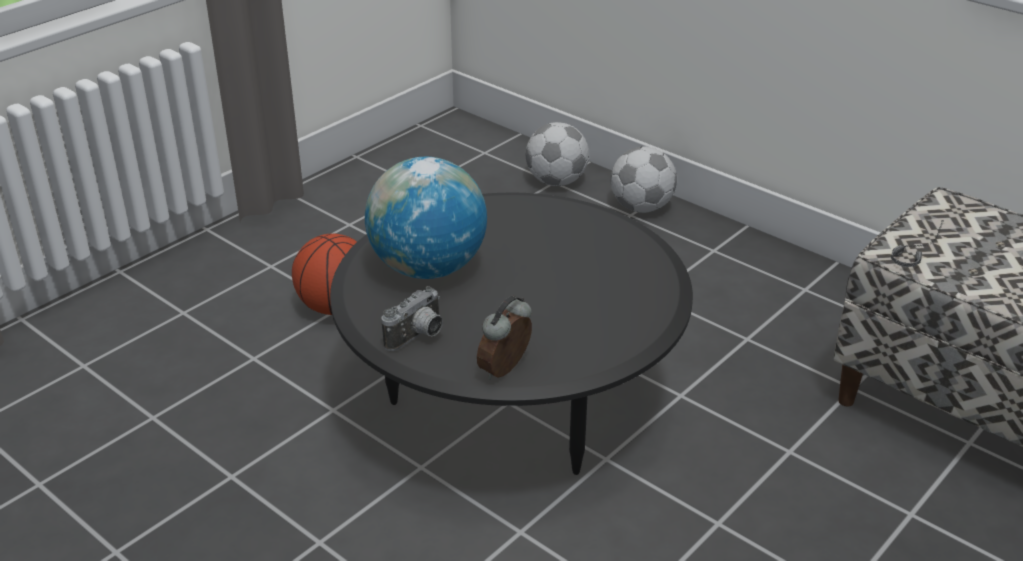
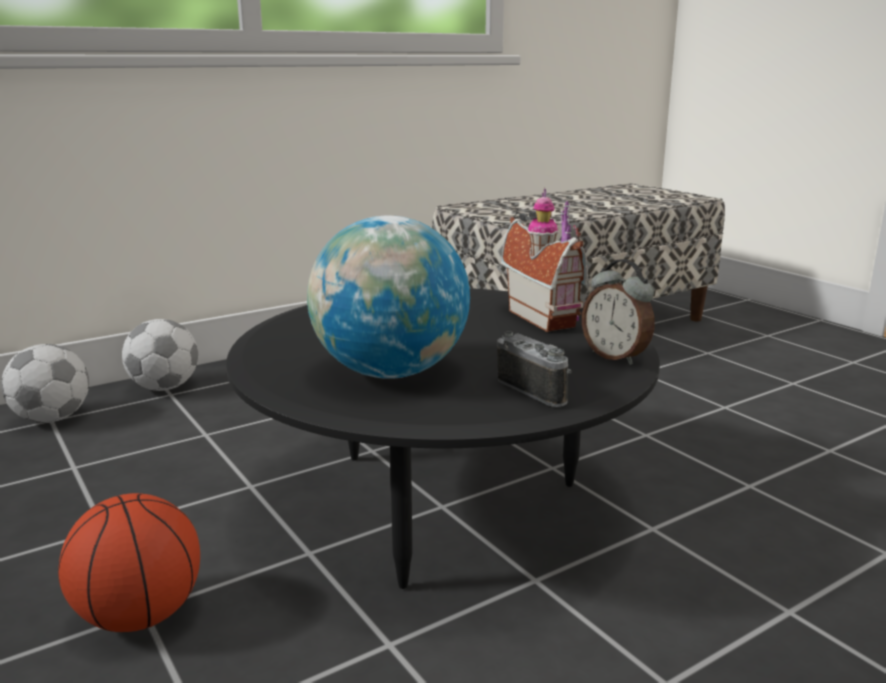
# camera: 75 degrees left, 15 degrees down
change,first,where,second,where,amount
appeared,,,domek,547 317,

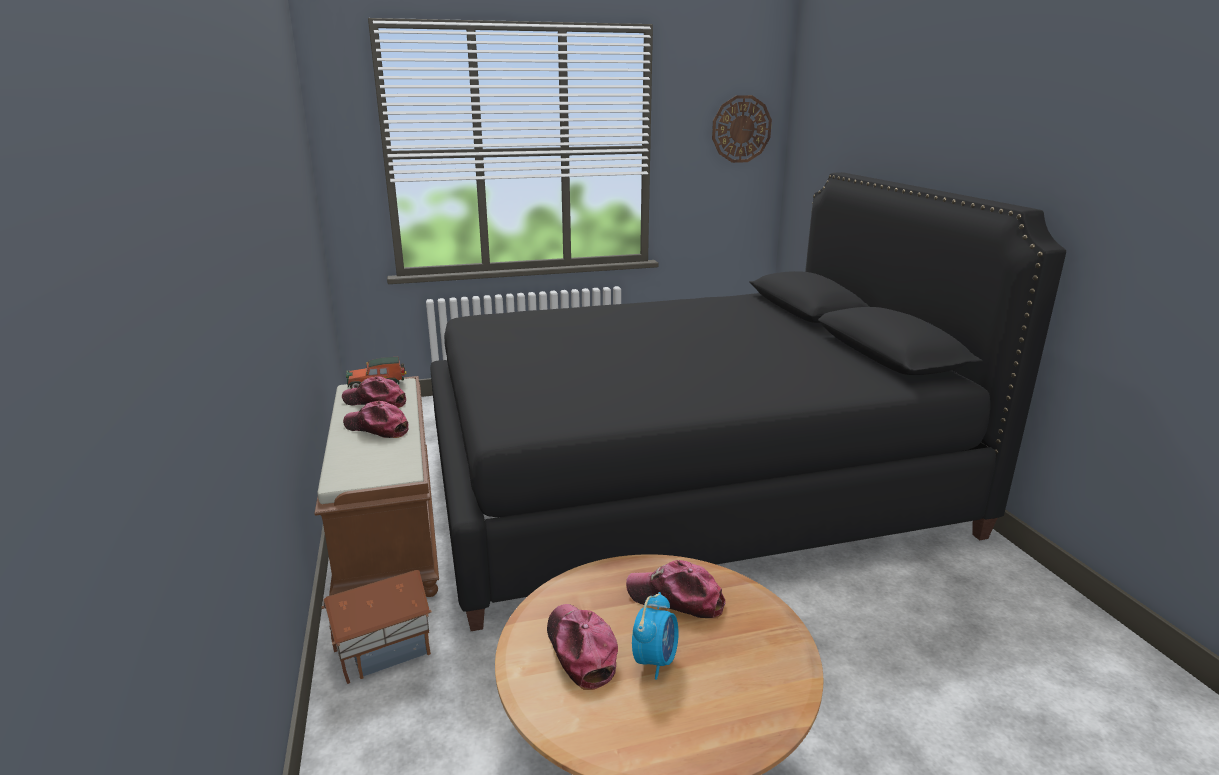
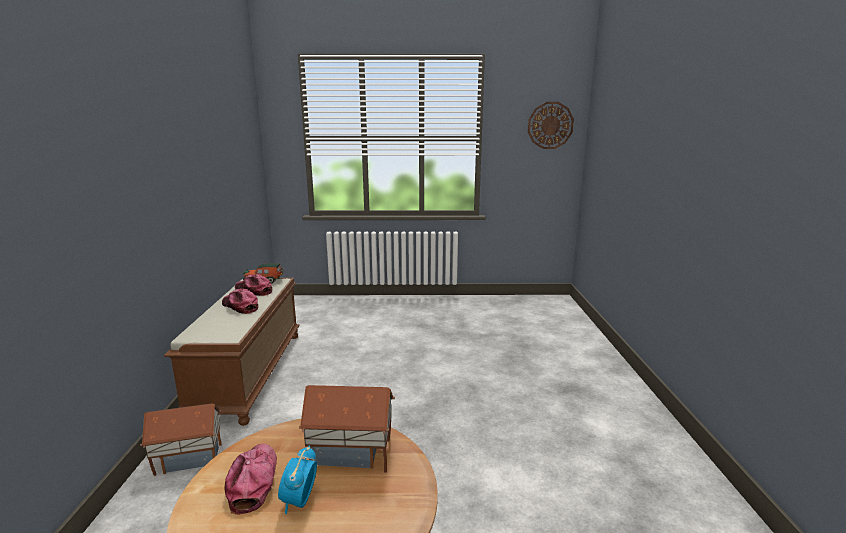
# camera: 15 degrees right, 5 degrees down
change,first,where,second,where,amount
missing,łóżko/czarny,683 483,,,
exchanged,czapka z daszkiem,676 598,domek,351 454,
spun,budzik,655 660,,299 501,150 degrees clockwise

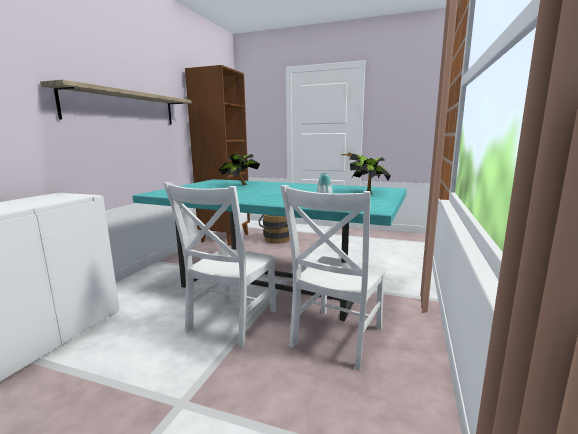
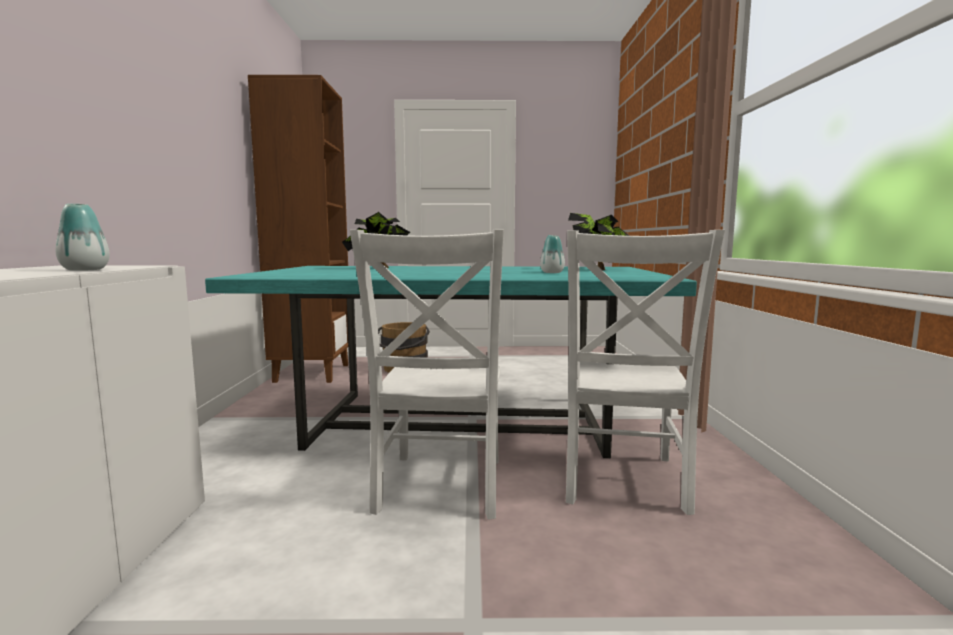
# camera: 20 degrees left, 5 degrees down
change,first,where,second,where,amount
missing,półka,123 108,,,
appeared,,,wazon,85 270,

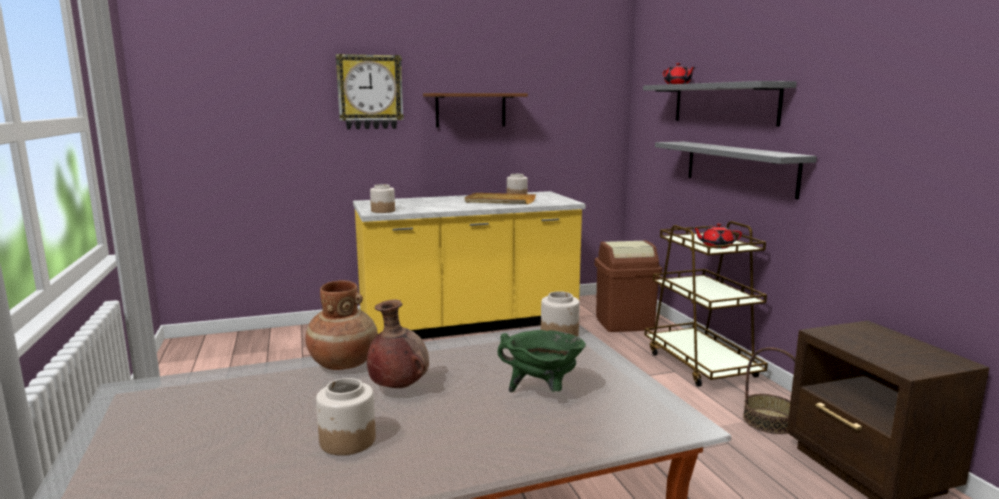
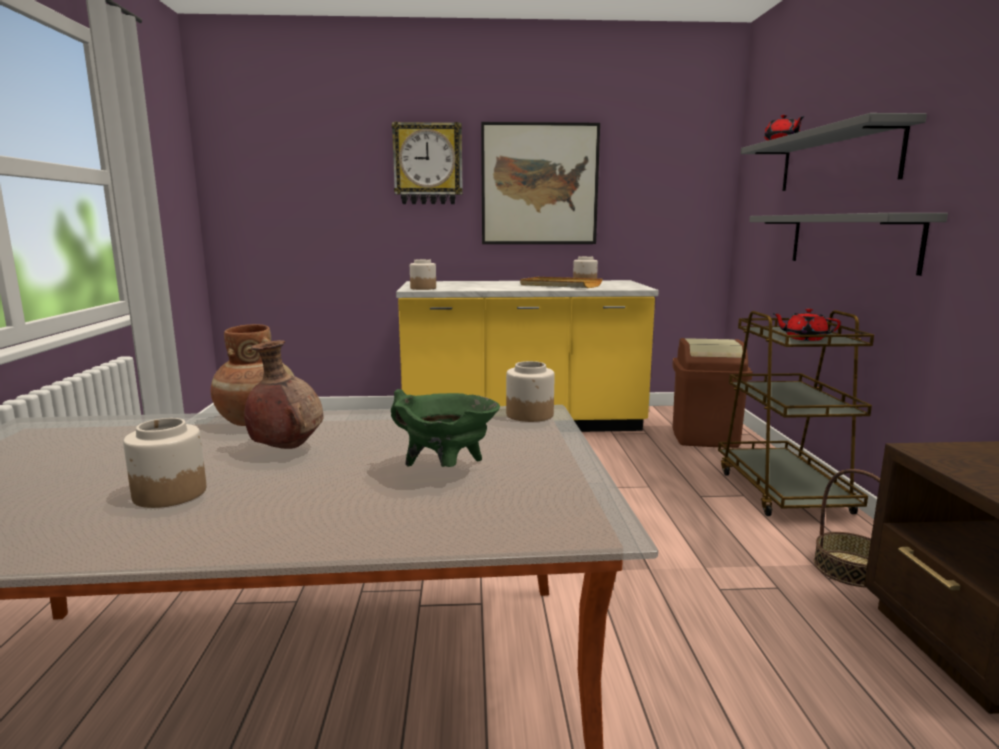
# camera: 15 degrees right, 0 degrees up
change,first,where,second,where,amount
exchanged,półka/brązowy,470 110,obraz,539 184,

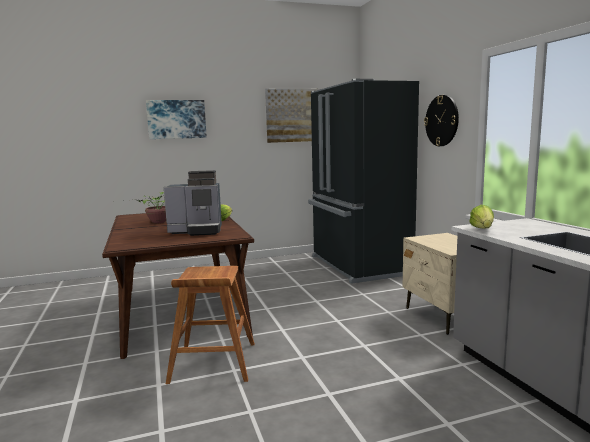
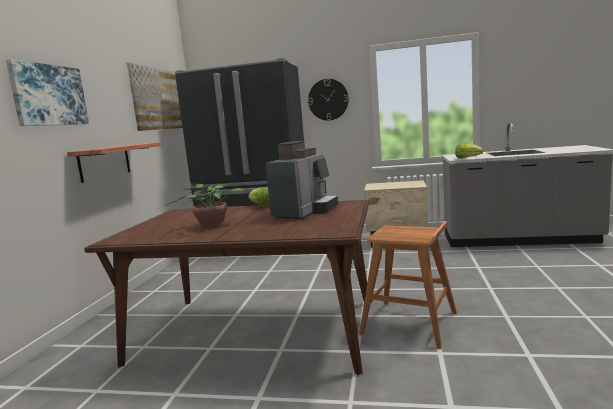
# camera: 60 degrees left, 0 degrees up
change,first,where,second,where,amount
appeared,,,półka,105 162,

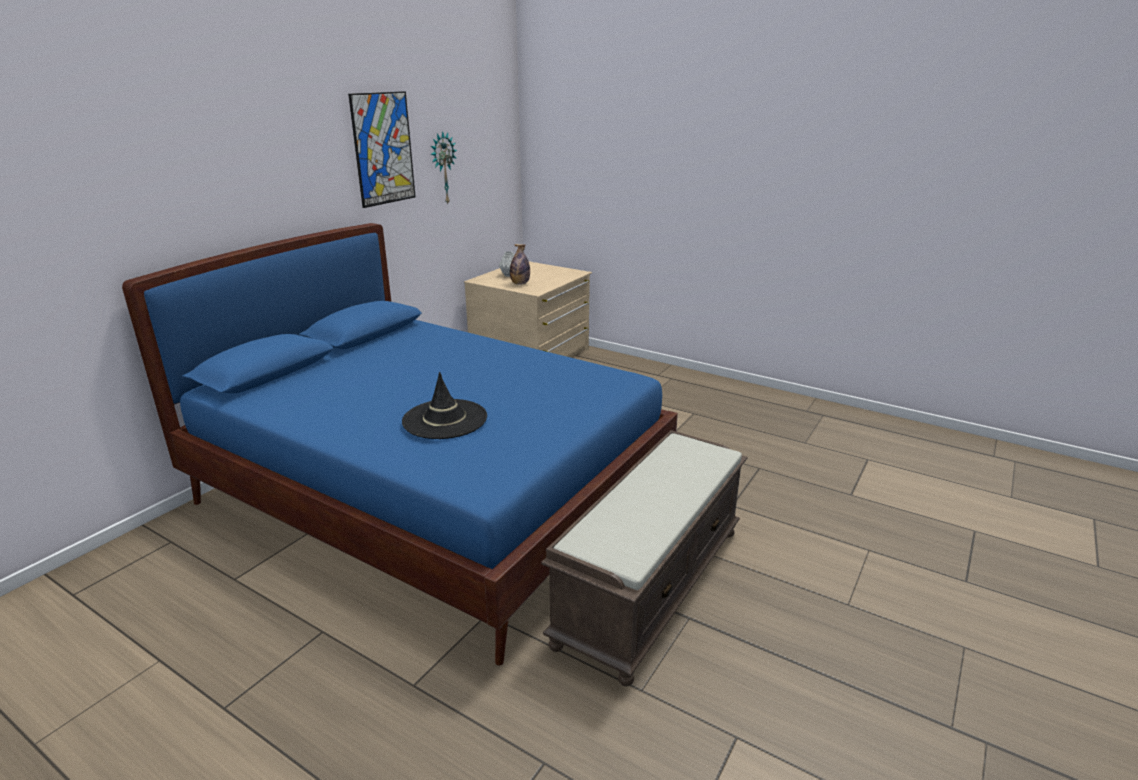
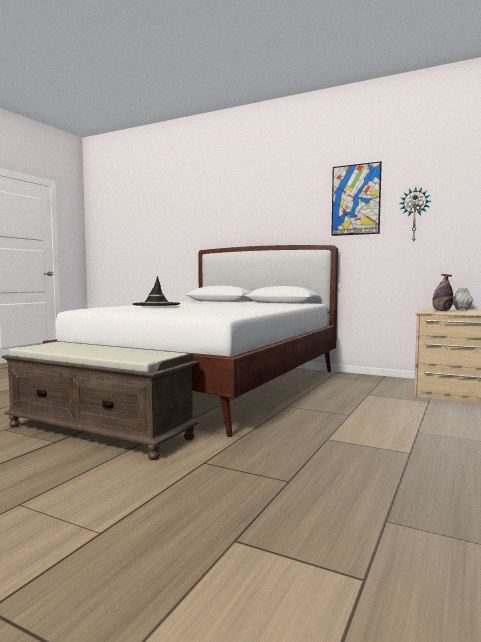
# camera: 85 degrees right, 20 degrees down
change,first,where,second,where,amount
colour,łóżko/niebieski,433 495,łóżko/biały,213 385,

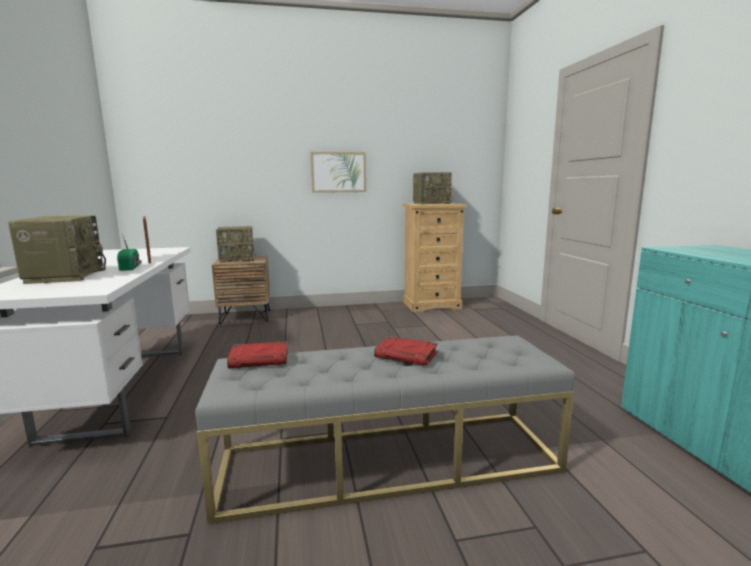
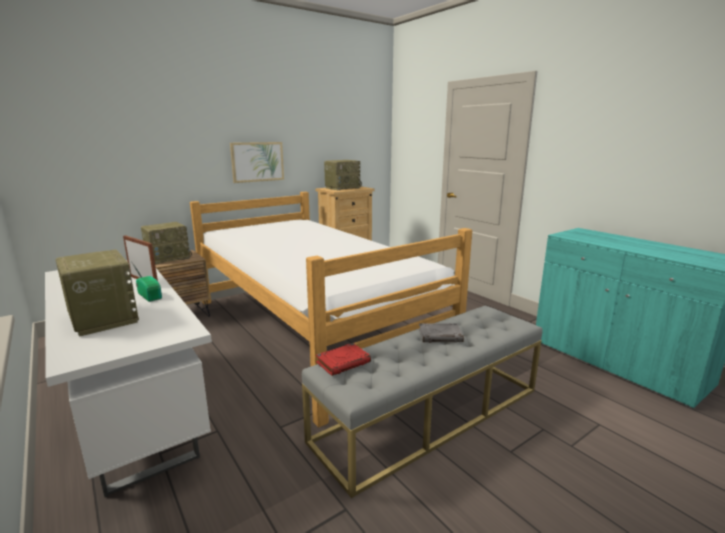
# camera: 25 degrees left, 5 degrees up
change,first,where,second,where,amount
colour,książka/czerwony,407 355,książka/szary,440 336,
appeared,,,łóżko,312 328,

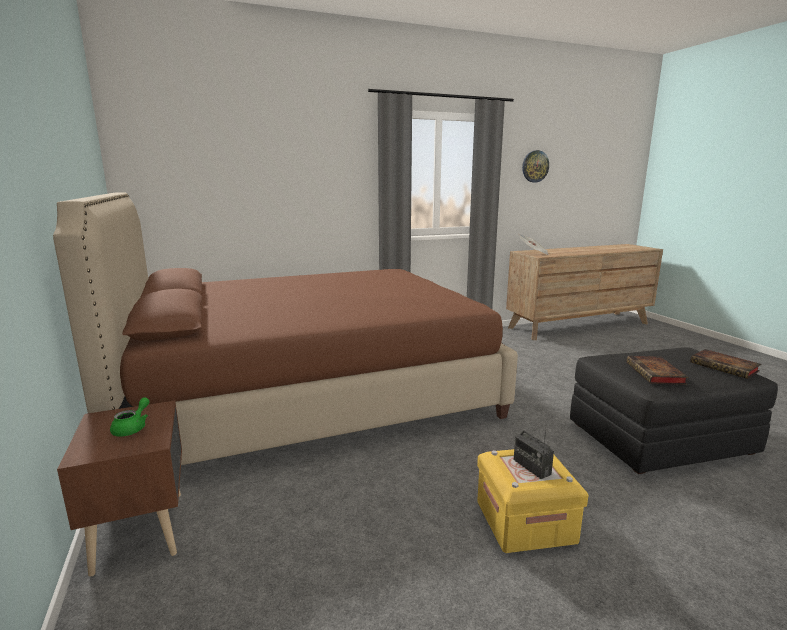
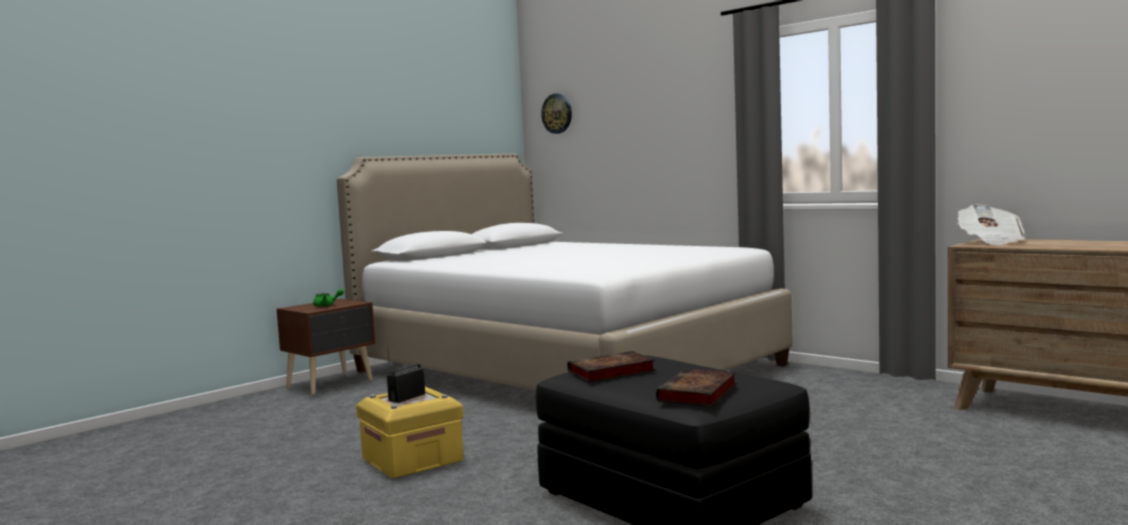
# camera: 65 degrees right, 10 degrees down
change,first,where,second,where,amount
colour,łóżko/brązowy,309 395,łóżko/biały,563 368,
relocated,zegar ścienny,535 166,,557 113,

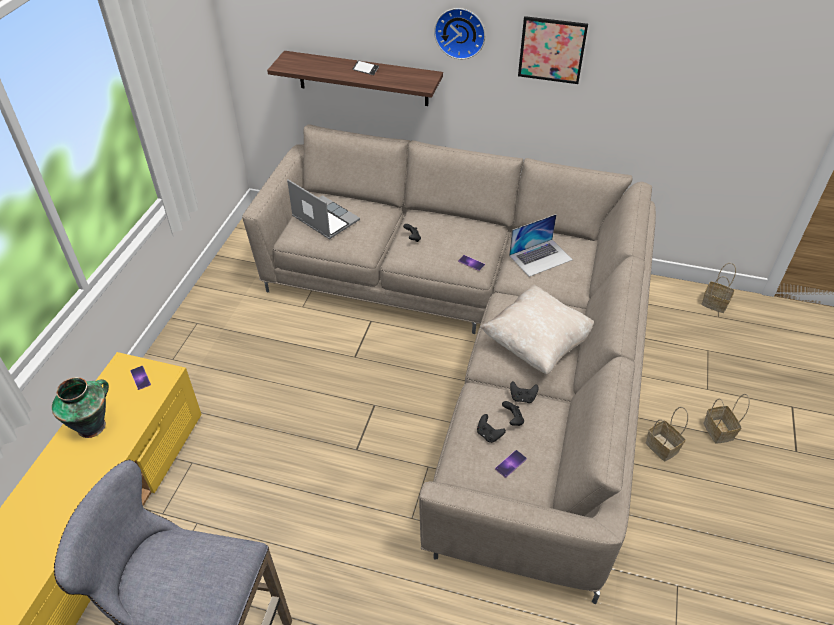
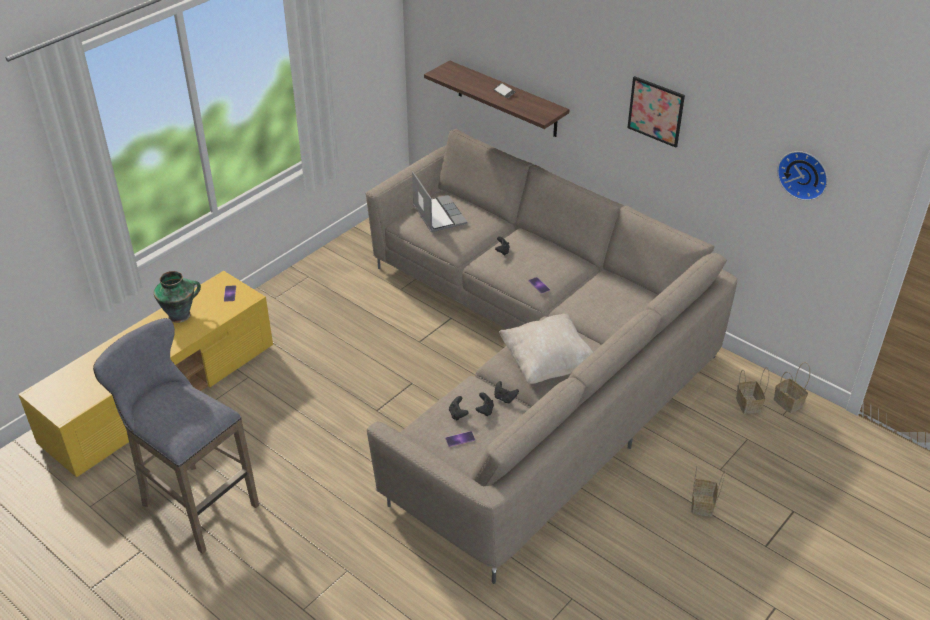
# camera: 25 degrees right, 5 degrees down
change,first,where,second,where,amount
relocated,zegar ścienny,460 32,,804 174,
missing,laptop,540 257,,,
relocated,koszyk,660 447,,747 404,

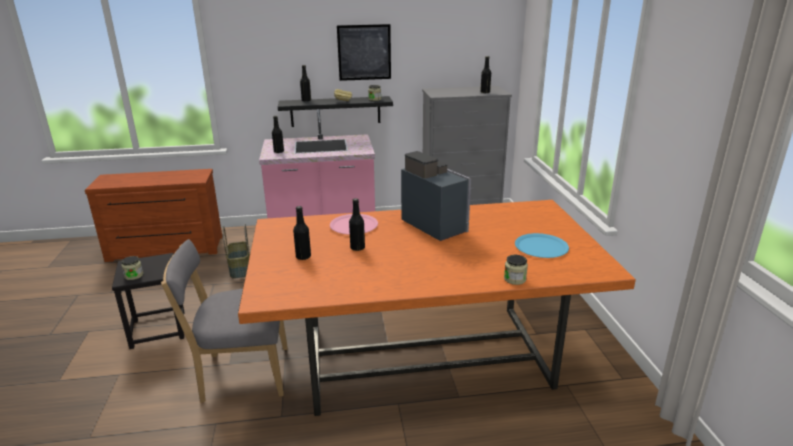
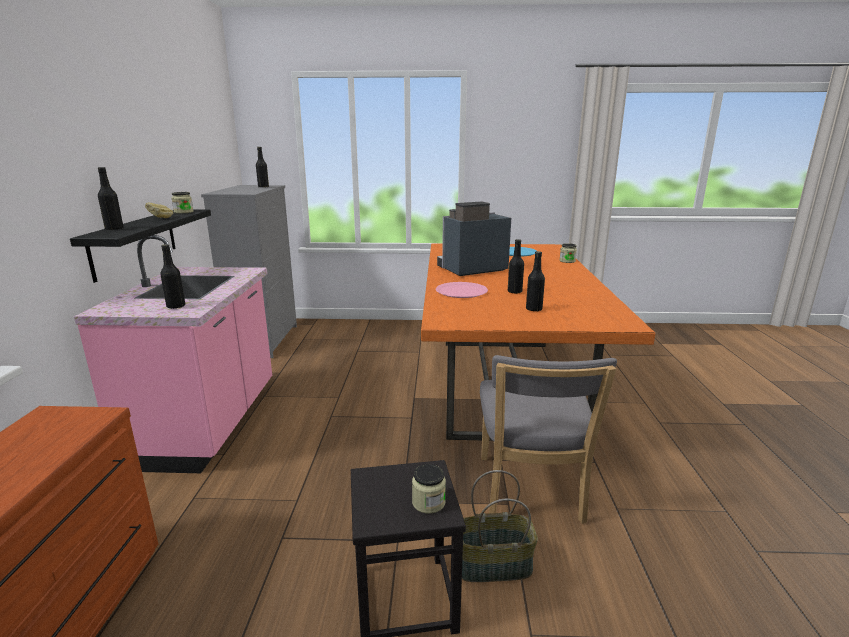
# camera: 80 degrees left, 5 degrees down
change,first,where,second,where,amount
relocated,koszyk,239 269,,493 566,
missing,obraz,364 52,,,

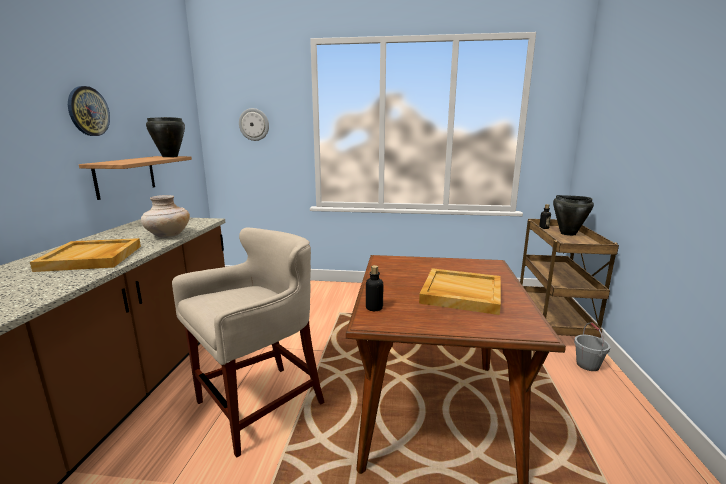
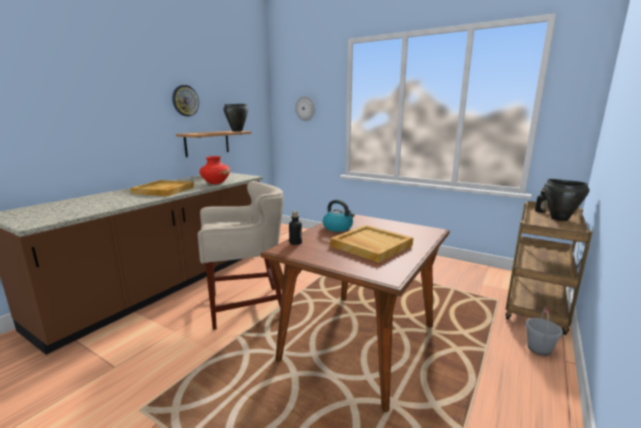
# camera: 25 degrees right, 0 degrees up
change,first,where,second,where,amount
colour,wazon/beżowy,168 235,wazon/czerwony,215 183,
appeared,,,czajnik,338 228,

